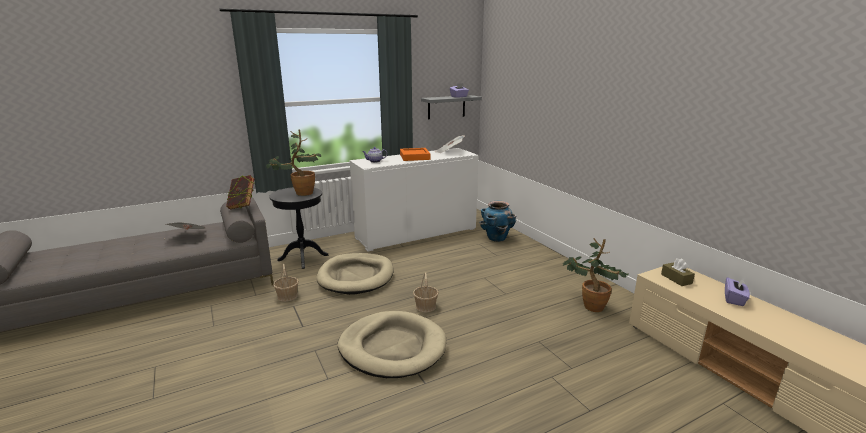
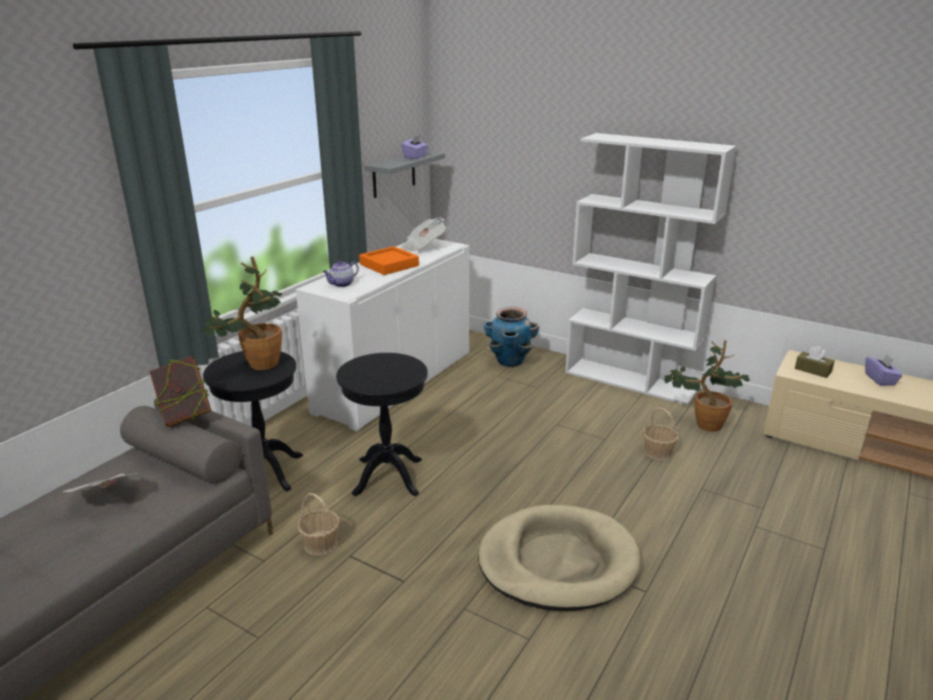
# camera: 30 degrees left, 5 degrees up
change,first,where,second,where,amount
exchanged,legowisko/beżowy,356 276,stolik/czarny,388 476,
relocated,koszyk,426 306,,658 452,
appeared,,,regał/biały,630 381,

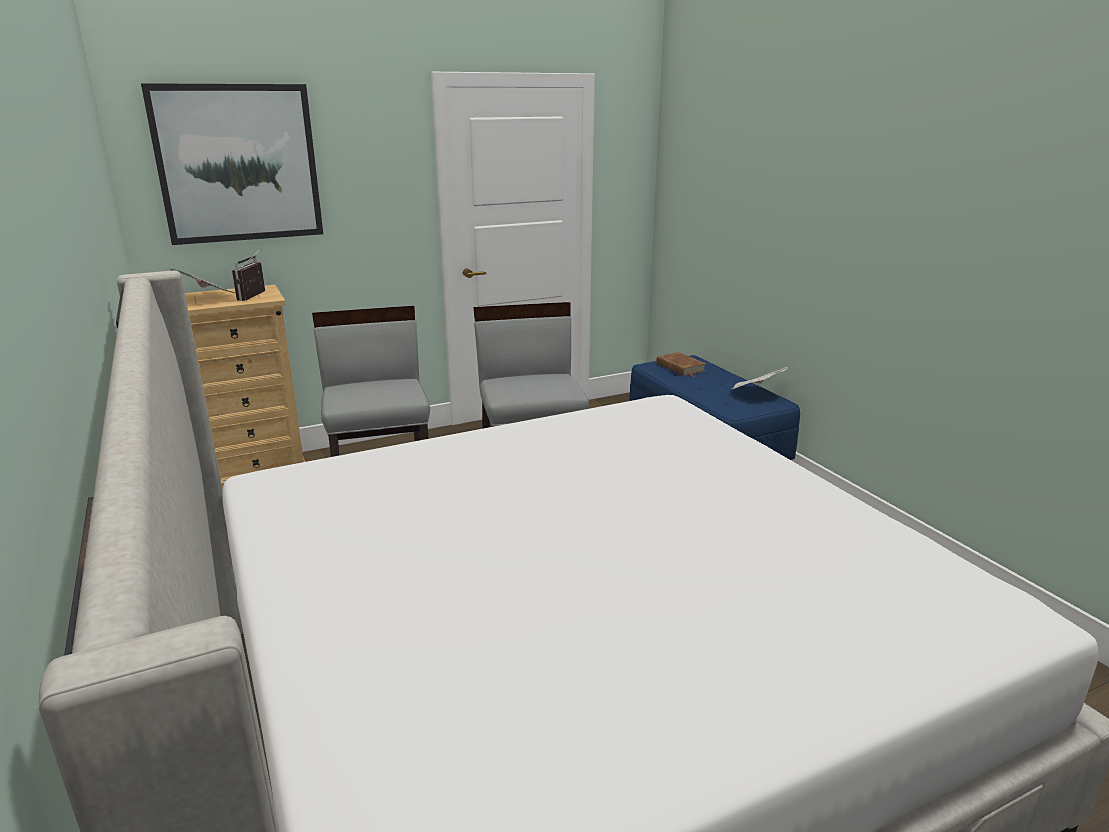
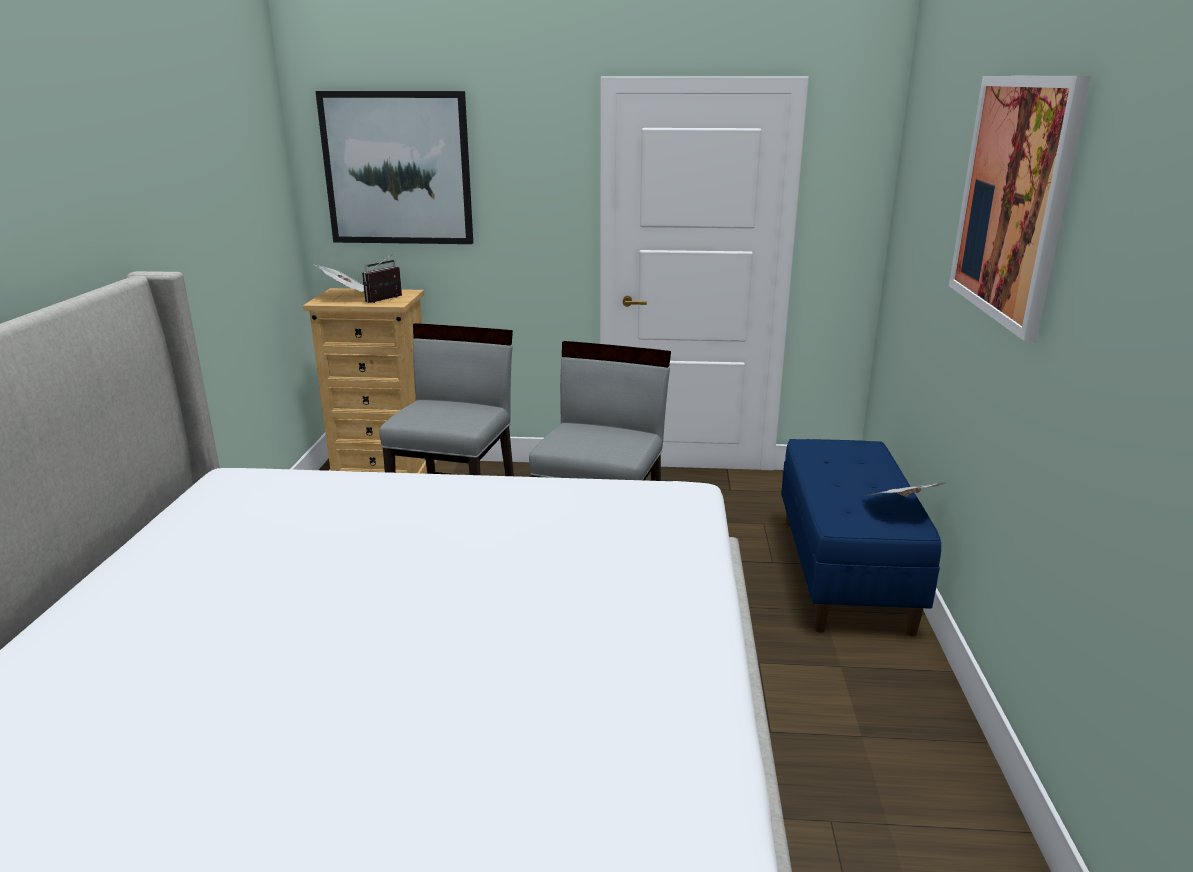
# camera: 30 degrees right, 0 degrees up
change,first,where,second,where,amount
missing,książka/brązowy,680 367,,,
appeared,,,obraz,1013 199,

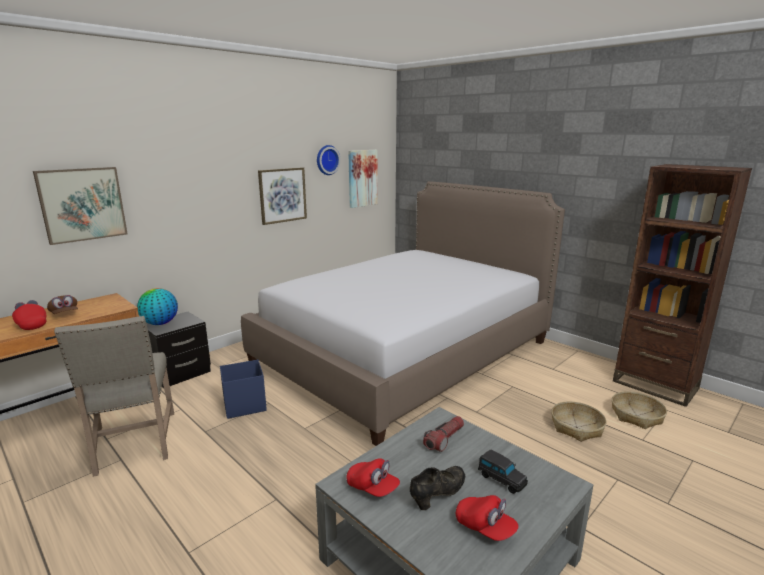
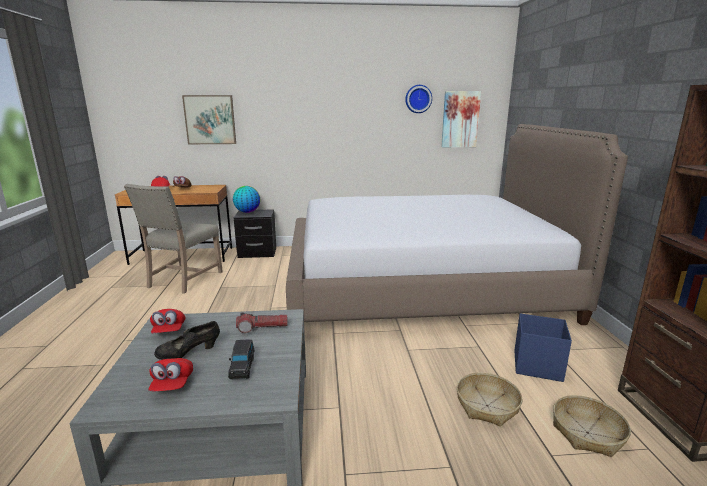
# camera: 40 degrees right, 0 degrees up
change,first,where,second,where,amount
relocated,pojemnik do przechowywania/niebieski,244 405,,536 365,
missing,obraz,282 195,,,
spun,but/czarny,438 495,,189 353,150 degrees clockwise

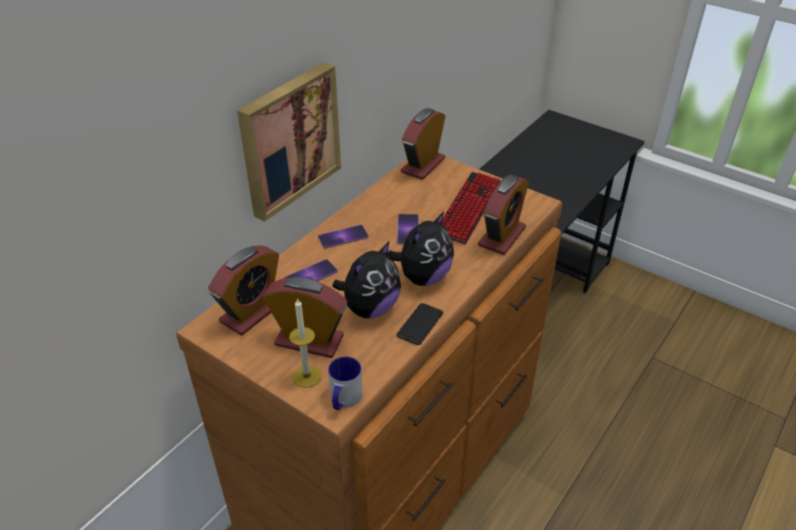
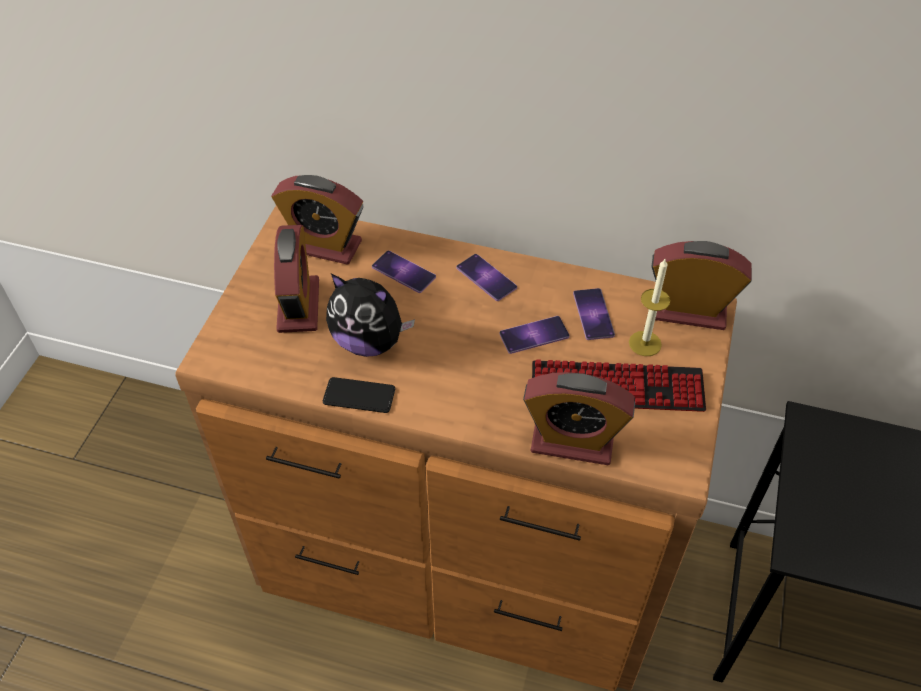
# camera: 70 degrees right, 10 degrees up
change,first,where,second,where,amount
missing,obraz,288 139,,,
relocated,świeca,307 376,,645 343,
missing,kubek,344 400,,,
missing,pluszak,423 277,,,
appeared,,,telefon,593 314,

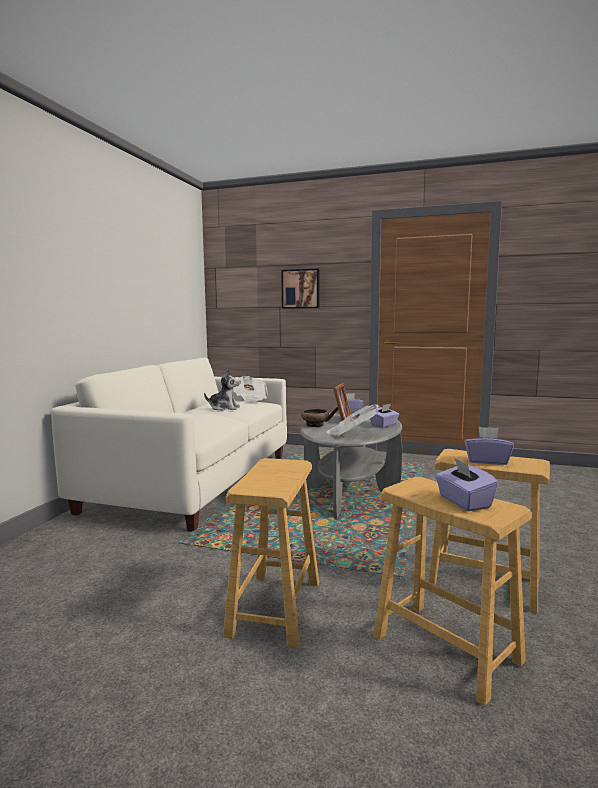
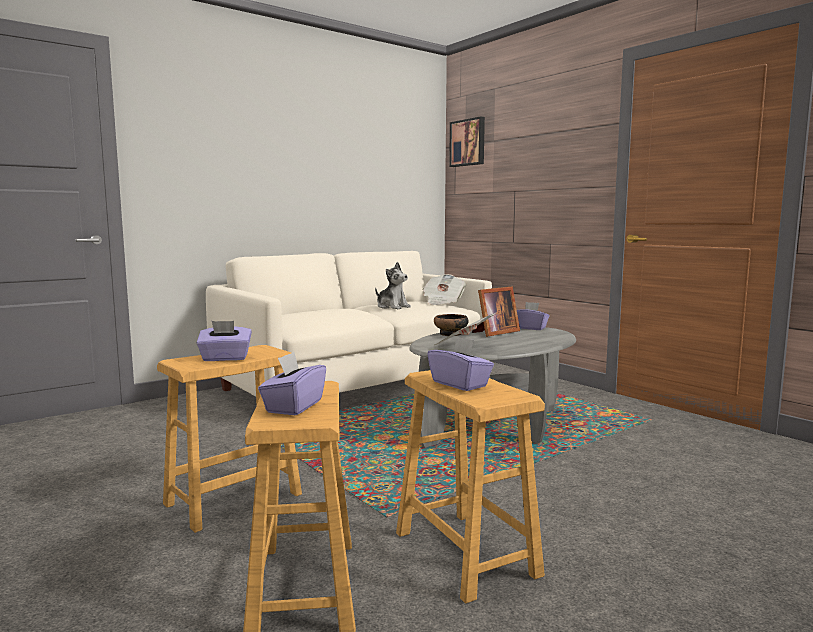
# camera: 35 degrees right, 0 degrees up
change,first,where,second,where,amount
relocated,obraz,301 289,,468 142,
relocated,pudełko chusteczek/fioletowy,384 425,,225 358,

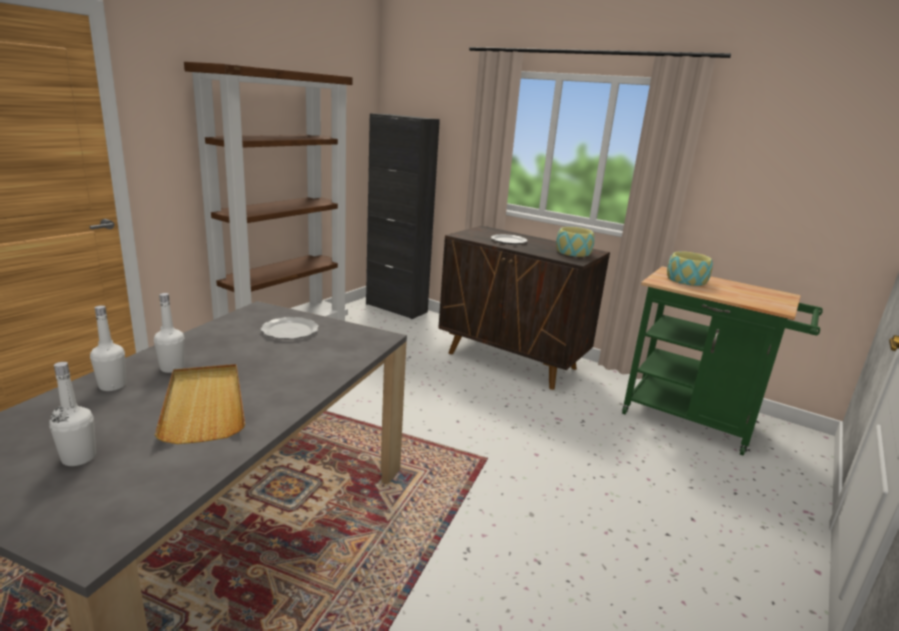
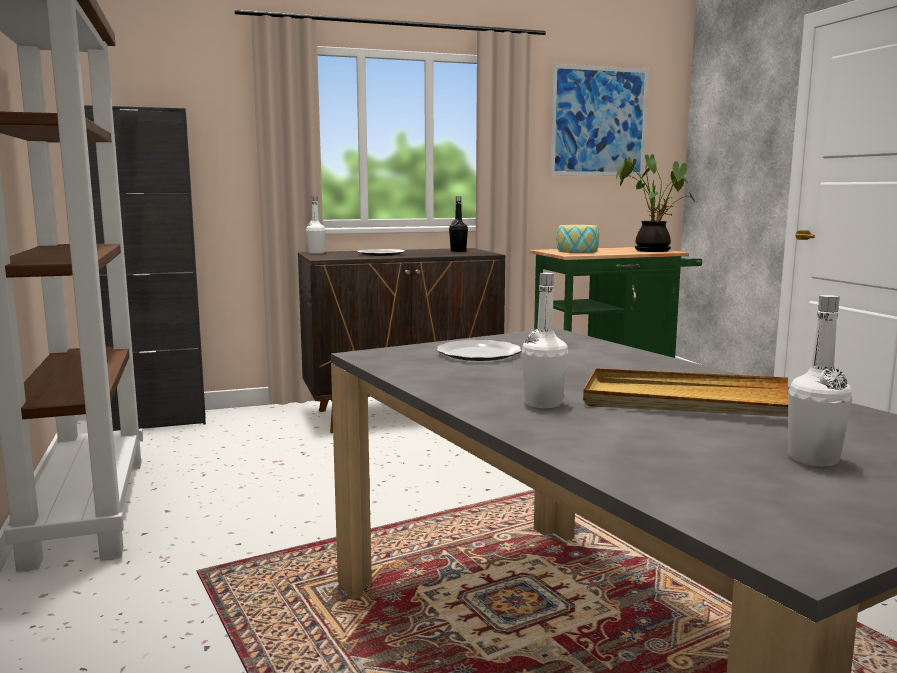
# camera: 50 degrees left, 10 degrees down
change,first,where,second,where,amount
relocated,butelka/biały,112 386,,316 253,
exchanged,miska,573 252,butelka/czarny,458 251,
appeared,,,obraz,599 121,
appeared,,,roślina doniczkowa,653 250,

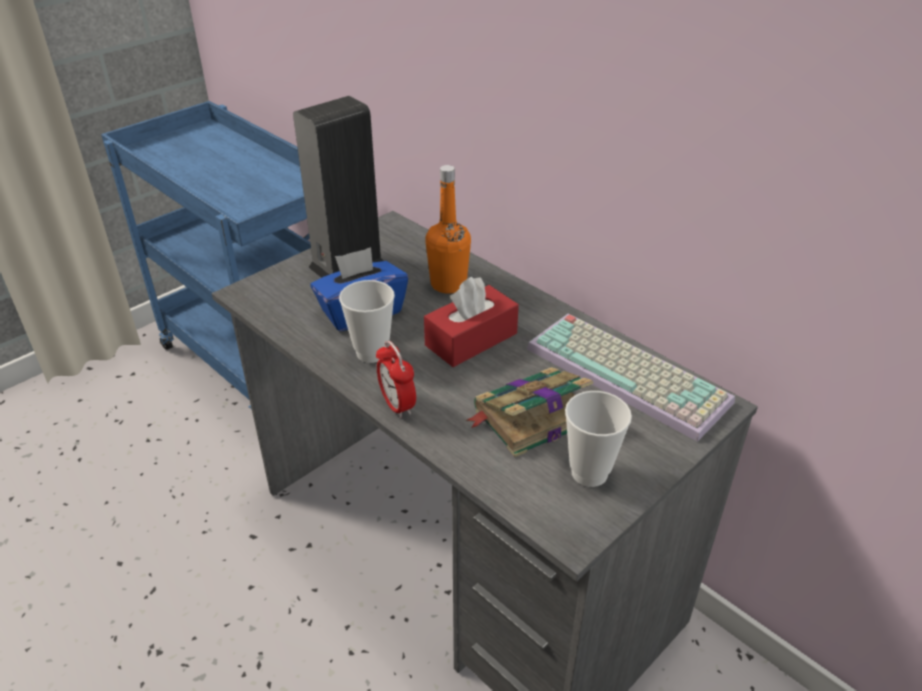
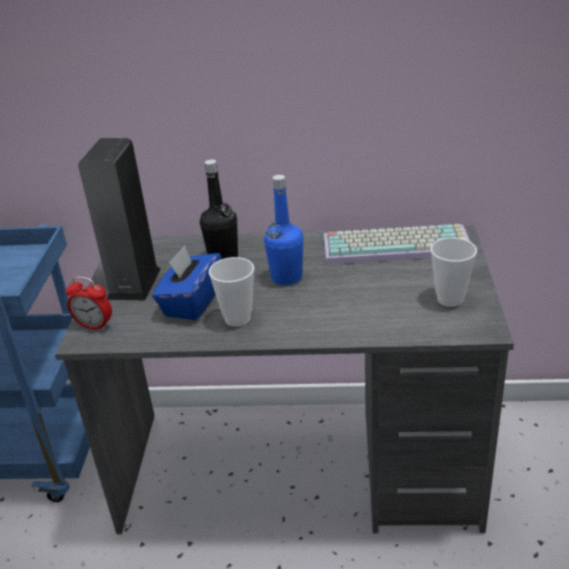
# camera: 40 degrees left, 5 degrees down
change,first,where,second,where,amount
relocated,budzik,397 405,,94 326,
exchanged,pudełko chusteczek/czerwony,471 339,butelka/niebieski,286 277,
colour,butelka/pomarańczowy,448 284,butelka/czarny,223 258,
missing,książka,529 417,,,

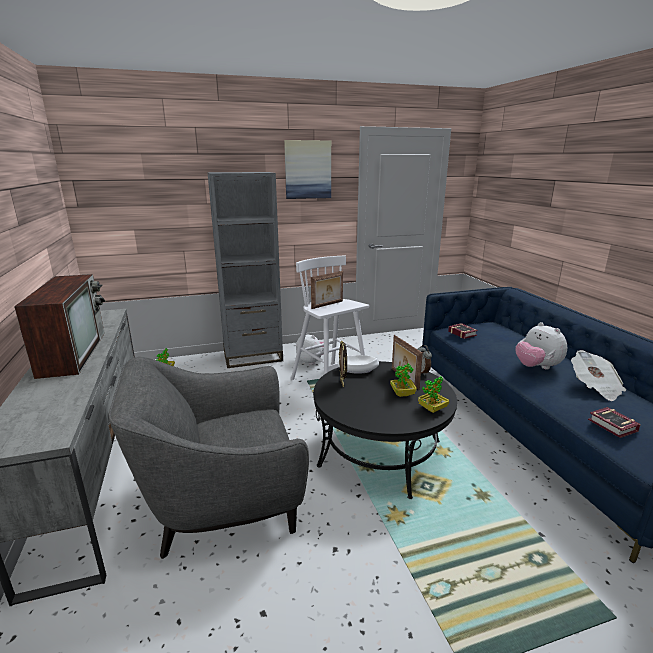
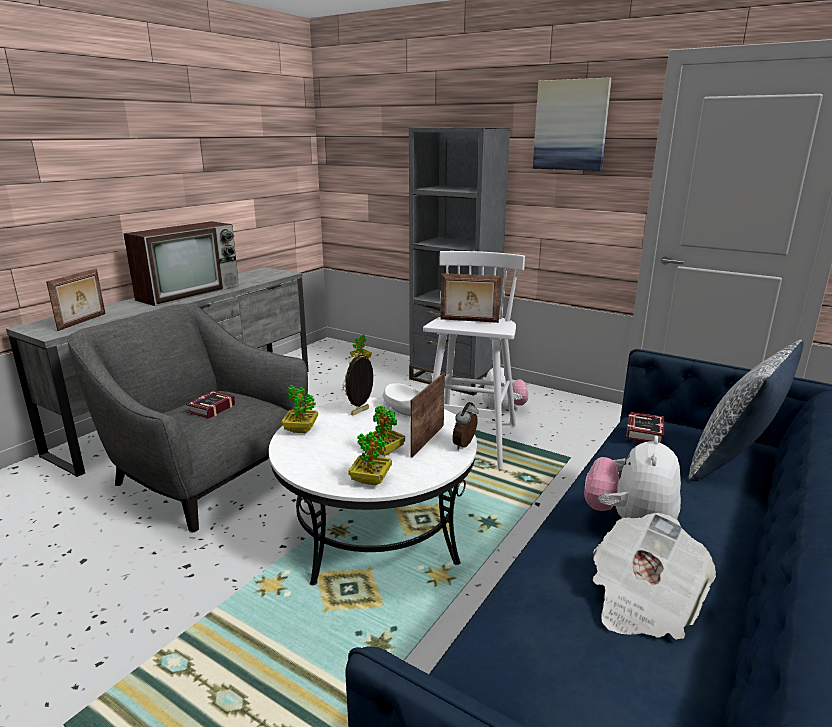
# camera: 50 degrees right, 0 degrees up
change,first,where,second,where,amount
colour,ława/czarny,380 453,ława/biały,376 530,
relocated,książka,613 426,,209 409,
appeared,,,ramka na zdjęcie,83 322,
appeared,,,roślina doniczkowa,301 429,
appeared,,,poduszka,734 462,

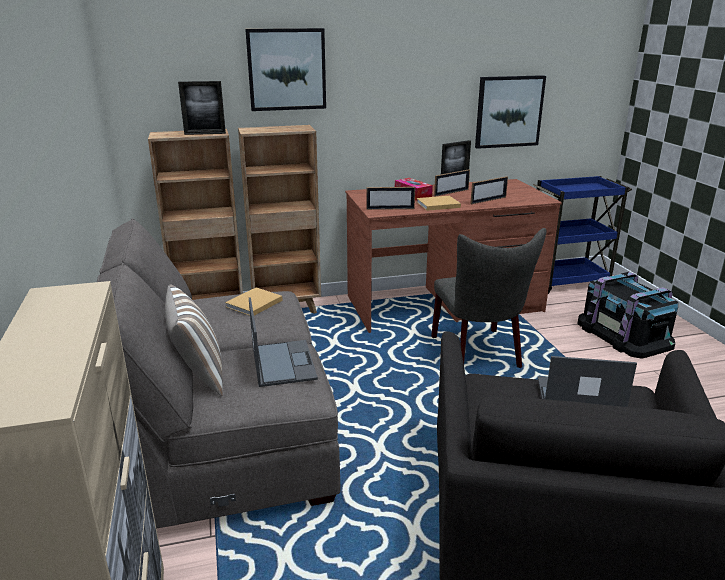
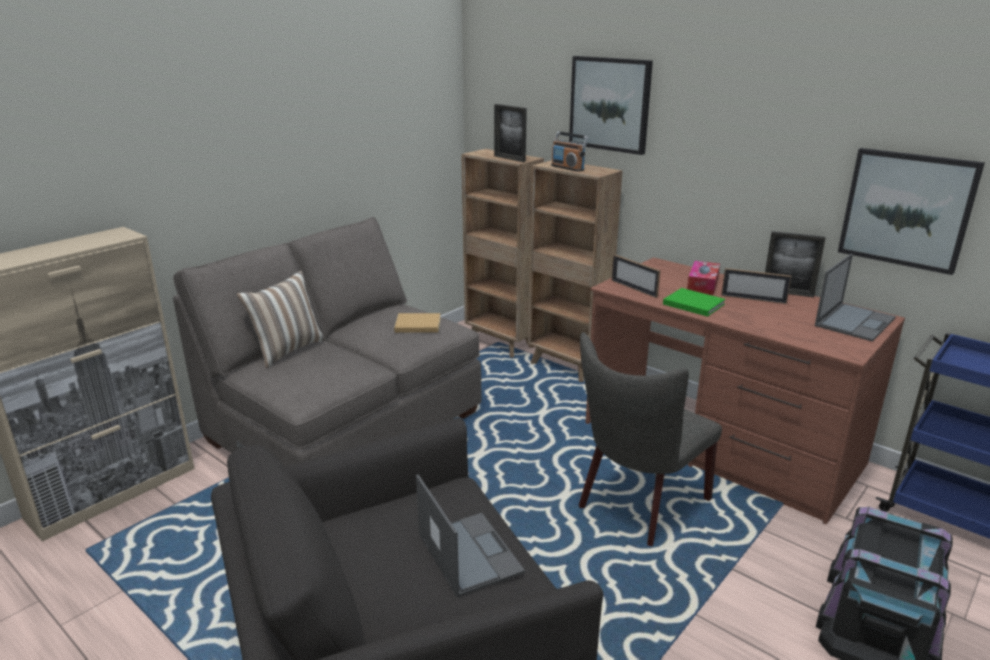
# camera: 55 degrees right, 0 degrees up
change,first,where,second,where,amount
relocated,laptop,283 362,,854 321,
colour,książka/beżowy,437 205,książka/zielony,692 304,
missing,ramka na zdjęcie,488 200,,,
appeared,,,radio,567 168,

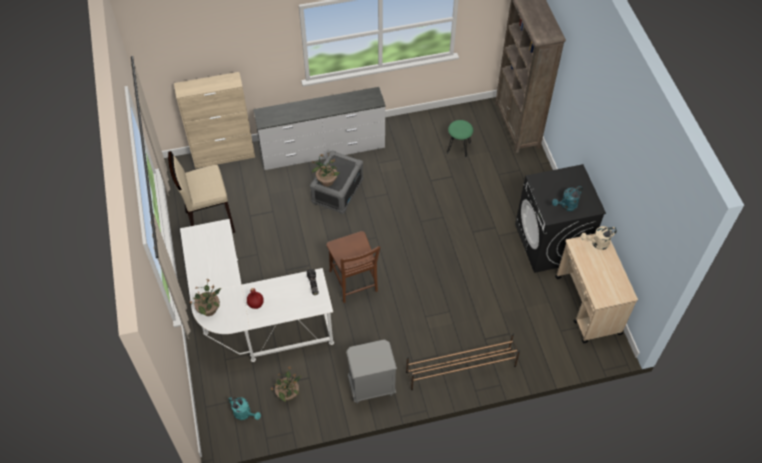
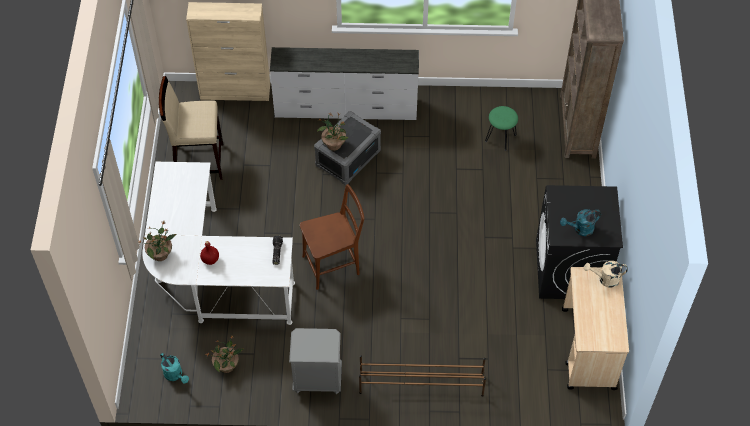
# camera: 15 degrees right, 0 degrees up
change,first,where,second,where,amount
spun,krzesło/brązowy,354 283,,334 264,105 degrees counterclockwise

